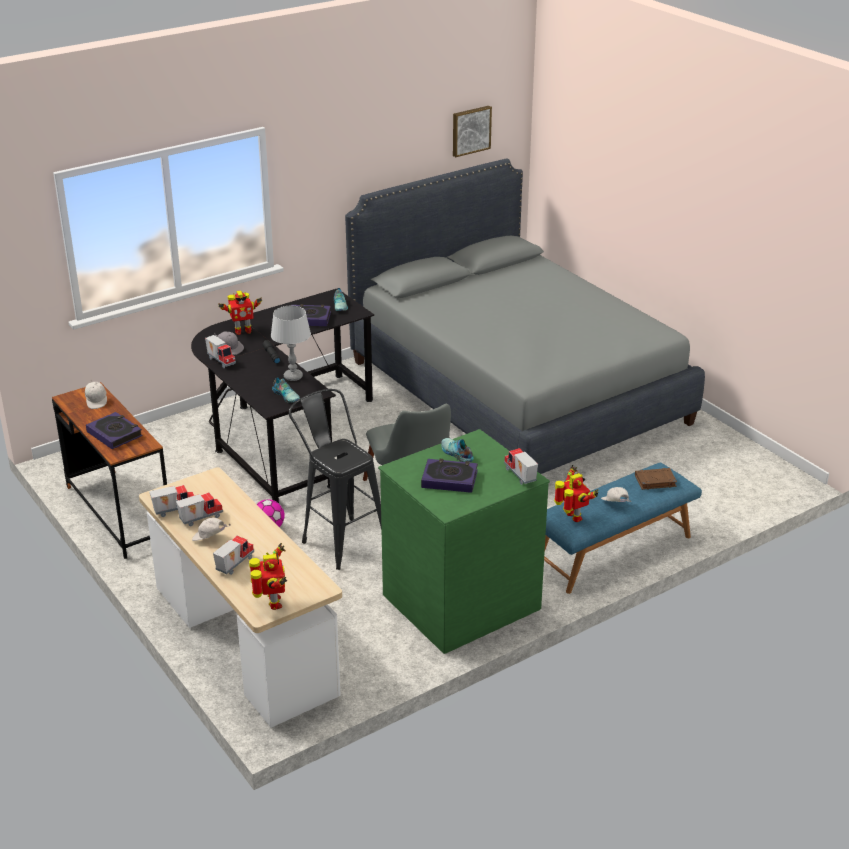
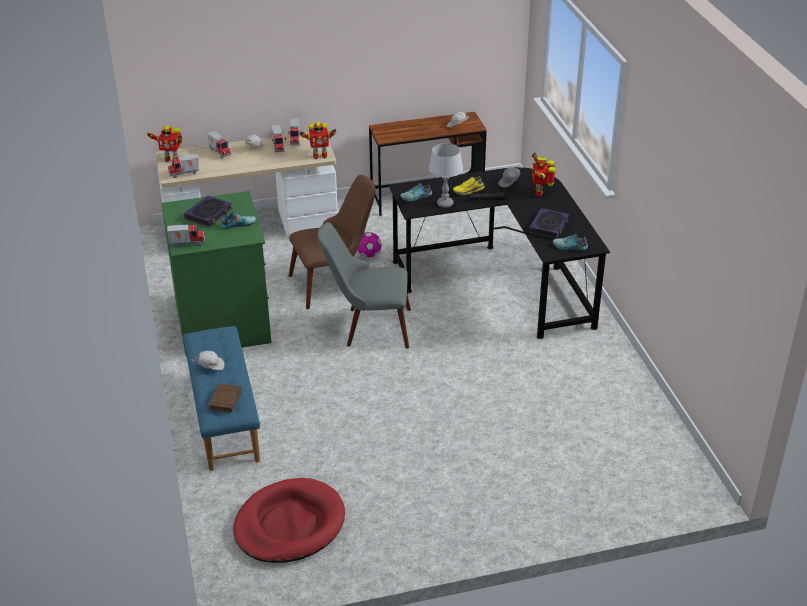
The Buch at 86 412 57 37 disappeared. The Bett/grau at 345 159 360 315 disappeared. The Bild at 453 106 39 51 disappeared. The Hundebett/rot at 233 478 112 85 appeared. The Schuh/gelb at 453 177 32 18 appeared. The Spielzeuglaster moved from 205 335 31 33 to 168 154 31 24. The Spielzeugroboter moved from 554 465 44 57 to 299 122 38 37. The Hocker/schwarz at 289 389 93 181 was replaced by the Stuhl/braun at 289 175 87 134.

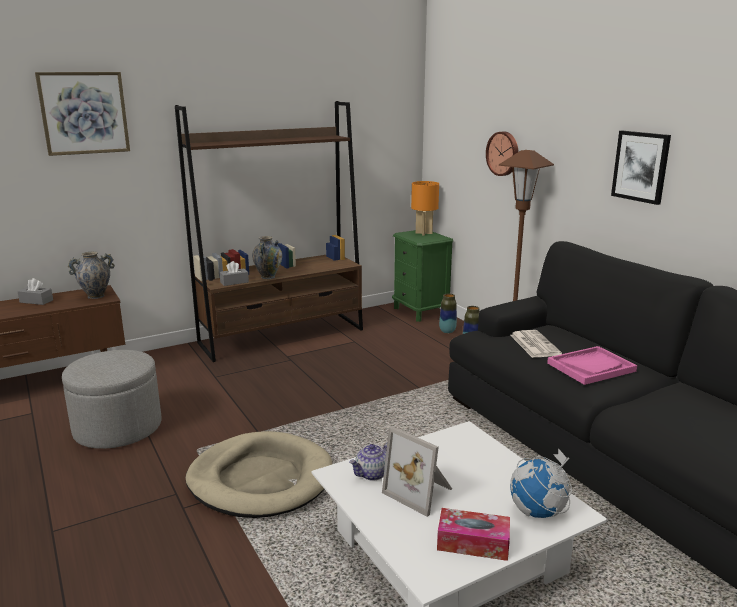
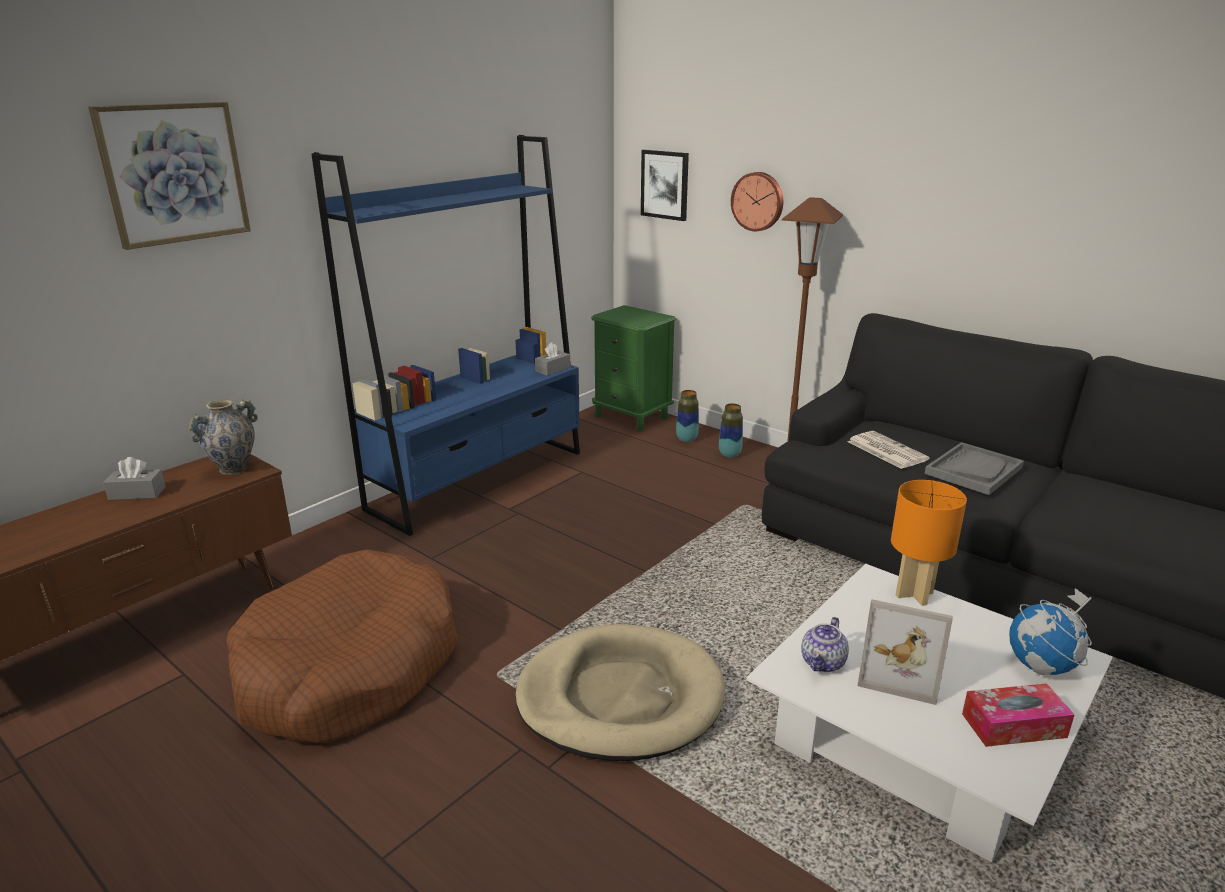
The Vase at 252 236 30 43 disappeared. The Taschentuchbox/grau moved from 219 261 30 25 to 535 342 35 34. The Tischlampe/orange moved from 411 181 28 54 to 891 480 76 126. The Bild moved from 611 131 60 74 to 641 150 48 71. The Polsterhocker/grau at 62 350 100 99 was replaced by the Hundebett/braun at 226 549 231 194. The Bücherregal/braun at 175 101 188 261 became the Bücherregal/blau at 311 135 269 401. The Tablett/rosa at 547 346 90 39 became the Tablett/grau at 925 442 99 53.

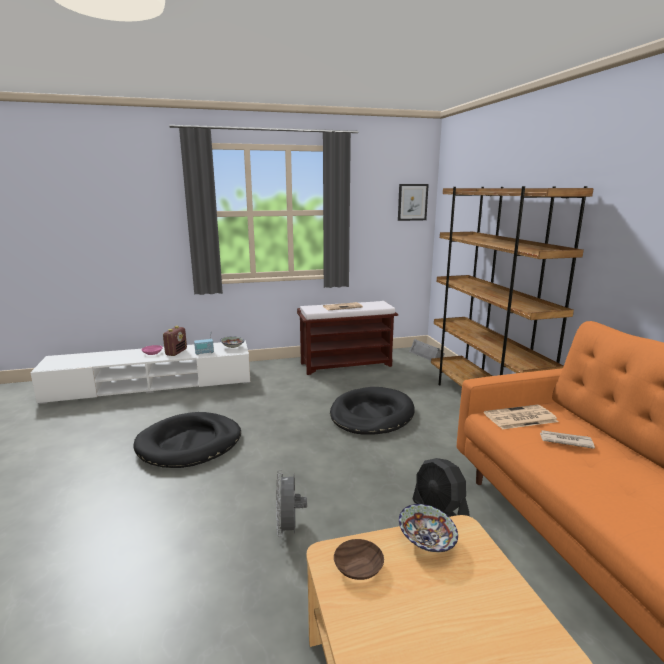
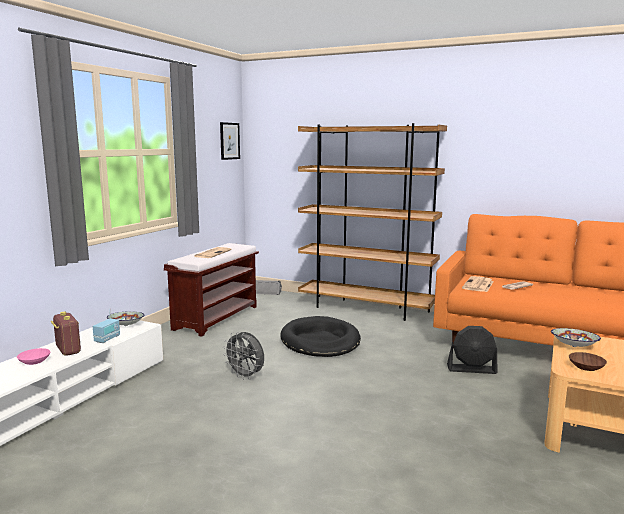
The Hundebett/schwarz at 133 412 108 56 disappeared. The Ventilator/grau moved from 276 470 31 68 to 223 332 41 48.

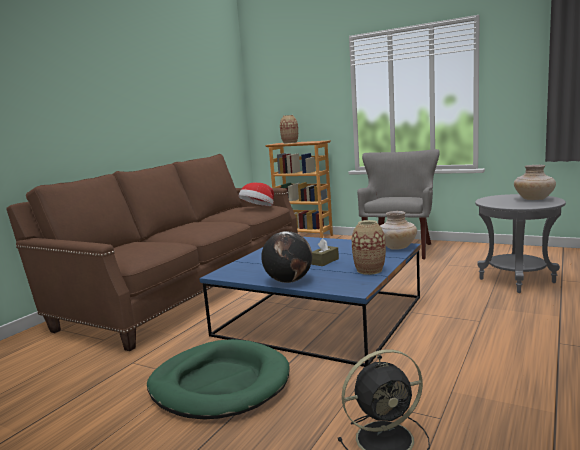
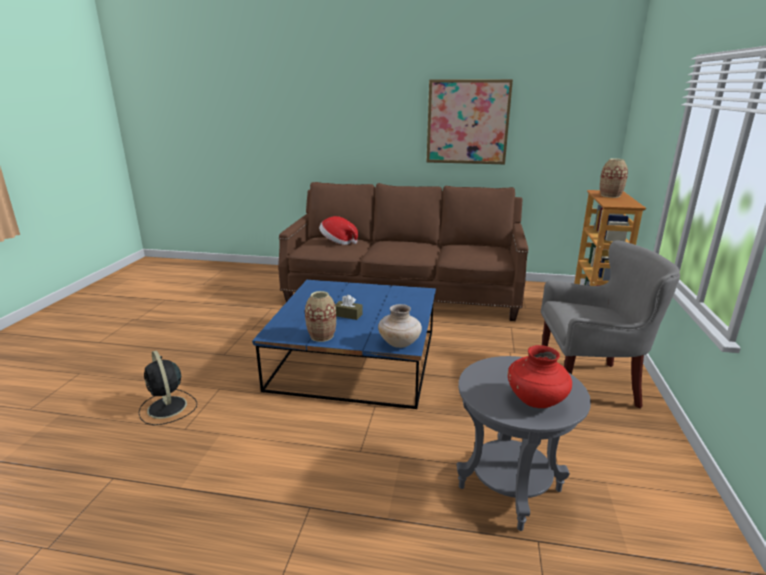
The Hundebett/grün at 147 339 143 81 disappeared. The Globus at 261 231 51 52 disappeared. The Bild at 427 79 86 85 appeared. The Hut moved from 239 183 35 23 to 319 216 39 29. The Vase/beige at 514 165 42 35 became the Vase/rot at 507 345 65 63.

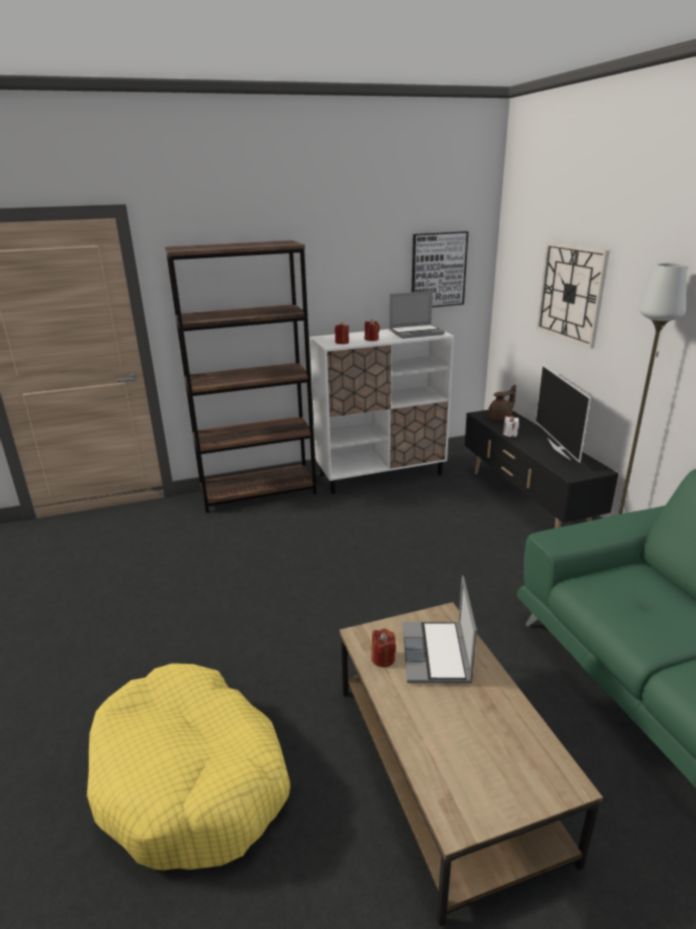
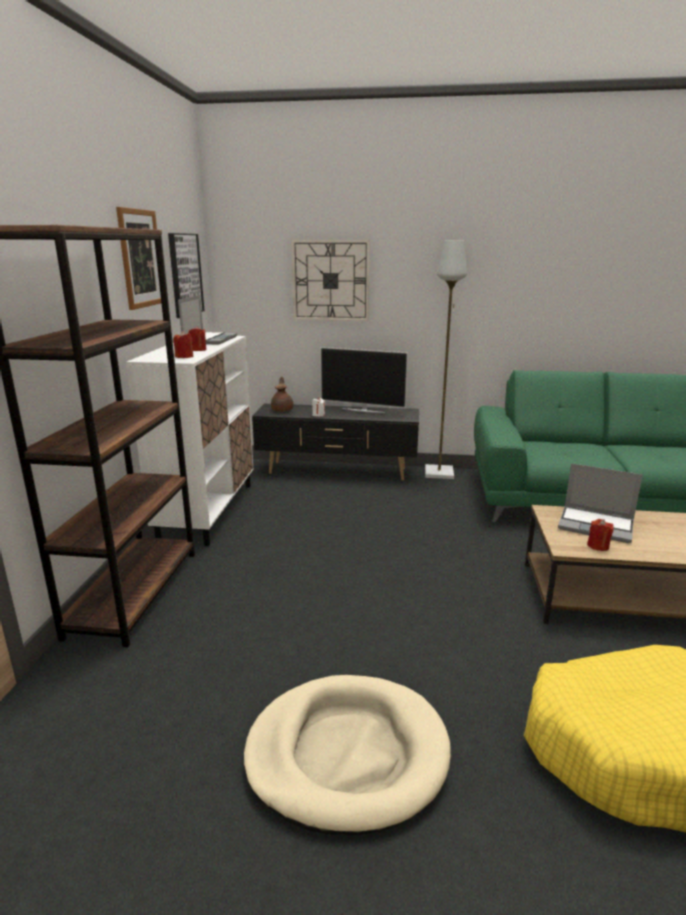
The Bild at 116 207 45 103 appeared. The Hundebett/beige at 244 675 207 160 appeared.

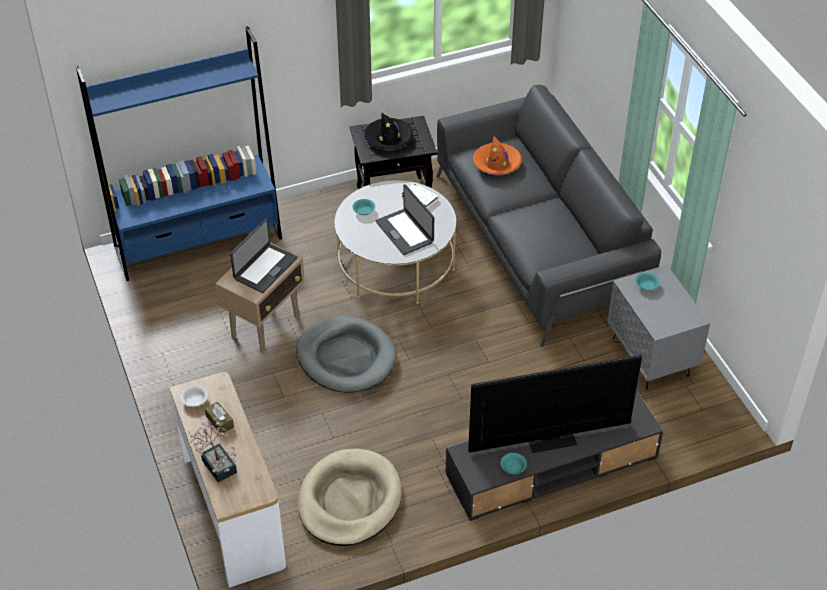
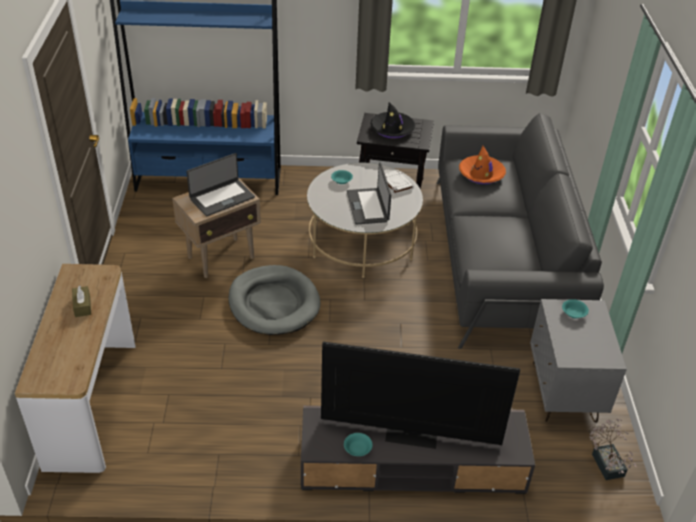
The Schüssel/weiß at 180 386 28 21 disappeared. The Hundebett/beige at 298 449 104 97 disappeared. The Topfpflanze moved from 187 418 54 64 to 589 419 48 61.

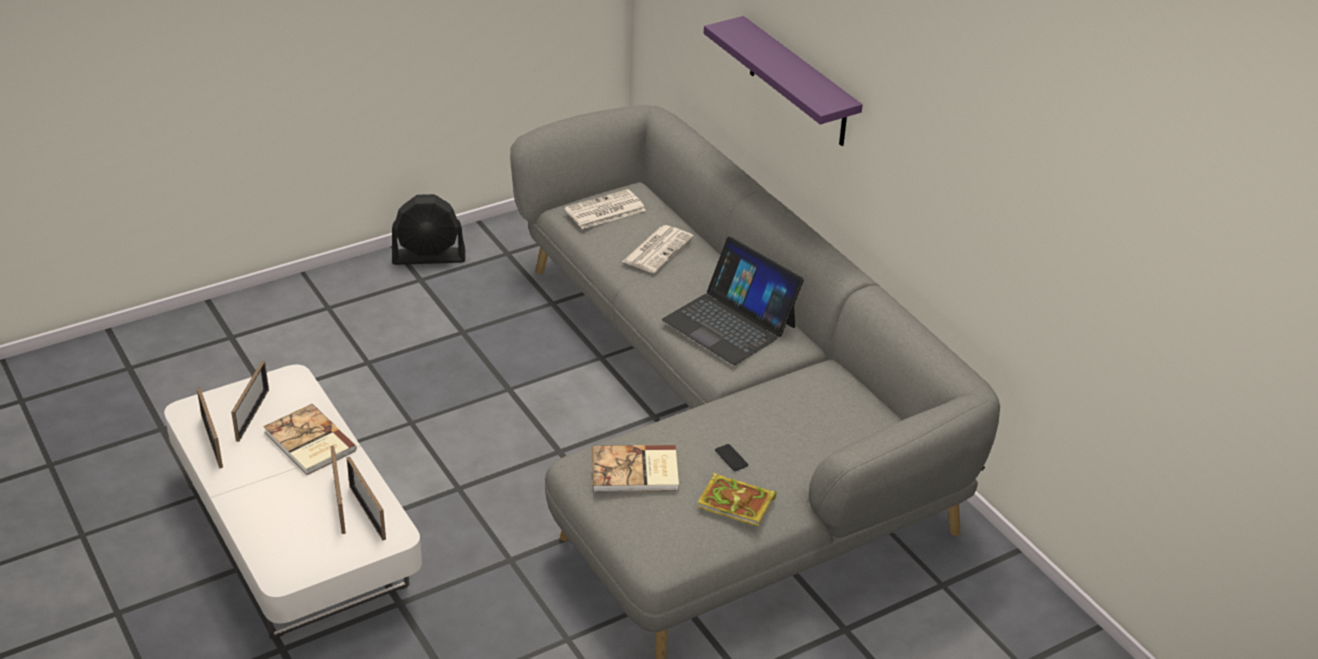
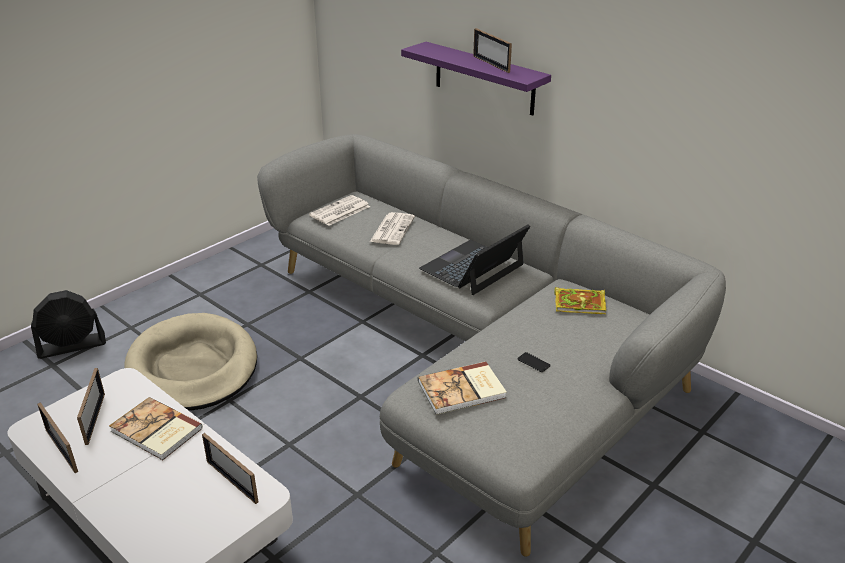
The Hundebett/beige at 124 313 133 98 appeared. The Bilderrahmen moved from 330 446 16 88 to 473 28 39 45. The Ventilator/schwarz moved from 392 194 73 71 to 31 290 75 69. The Buch moved from 698 472 78 54 to 554 287 53 27. The Laptop at 662 237 142 128 turned 105 degrees clockwise.

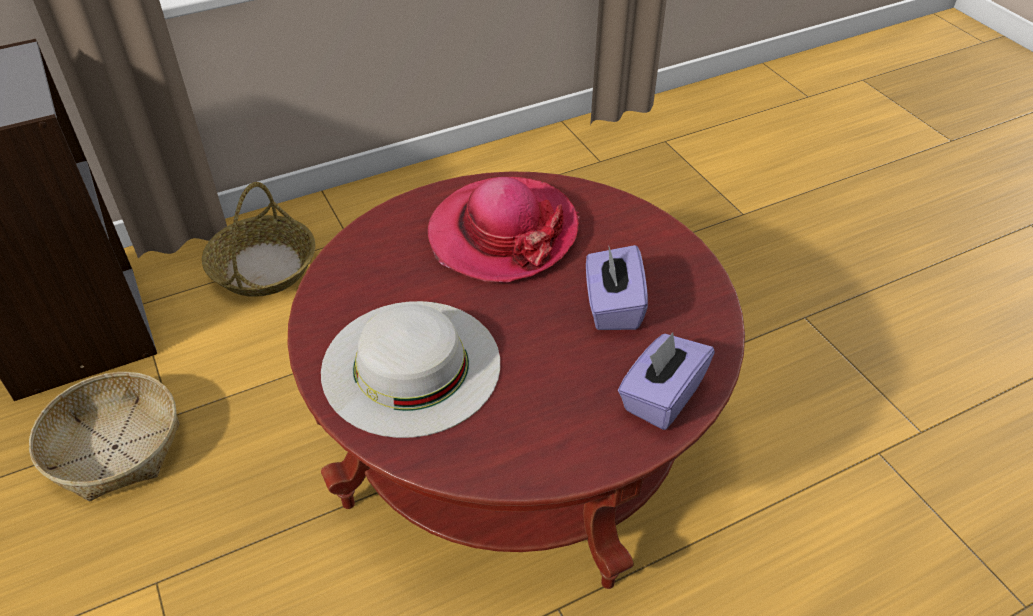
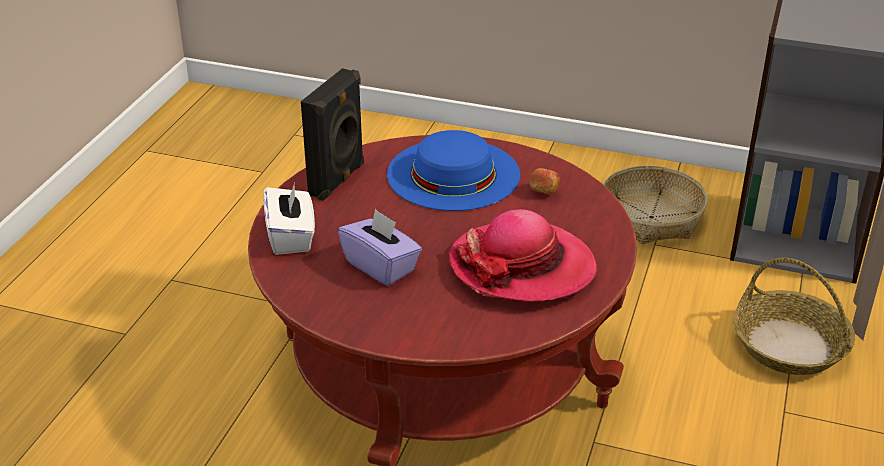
The Lautsprecher/schwarz at 301 68 63 133 appeared. The Apfel at 530 167 30 27 appeared. The Hut/weiß at 321 301 179 137 became the Hut/blau at 387 130 133 81. The Taschentuchbox/lila at 618 333 97 97 became the Taschentuchbox/weiß at 263 183 52 72.

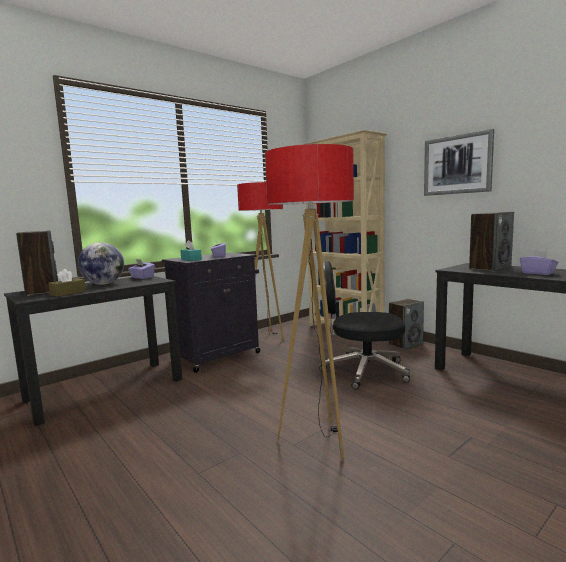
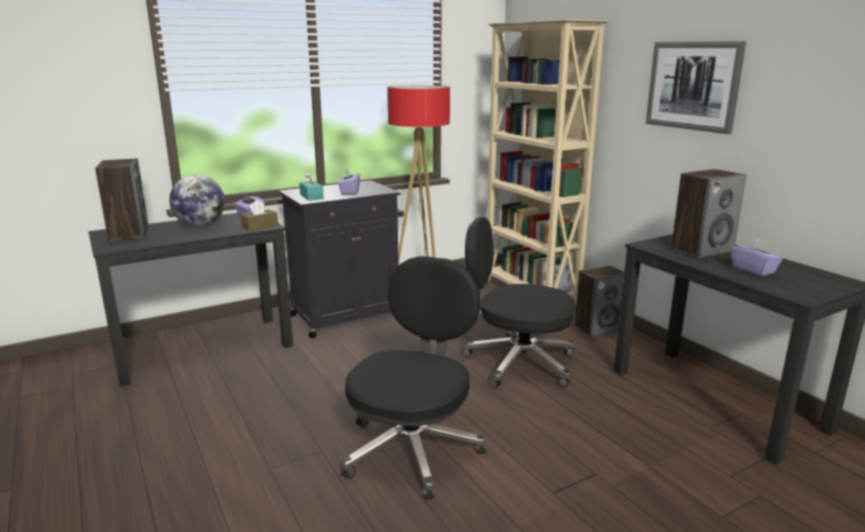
The Taschentuchbox/braun moved from 48 269 38 28 to 241 200 37 31. The Stehlampe at 265 144 89 315 was replaced by the Bürostuhl/schwarz at 341 256 145 243.

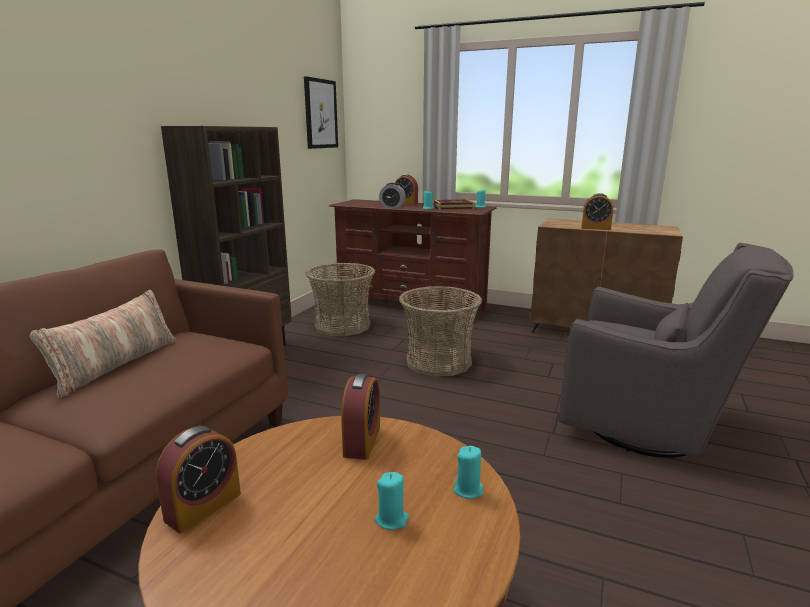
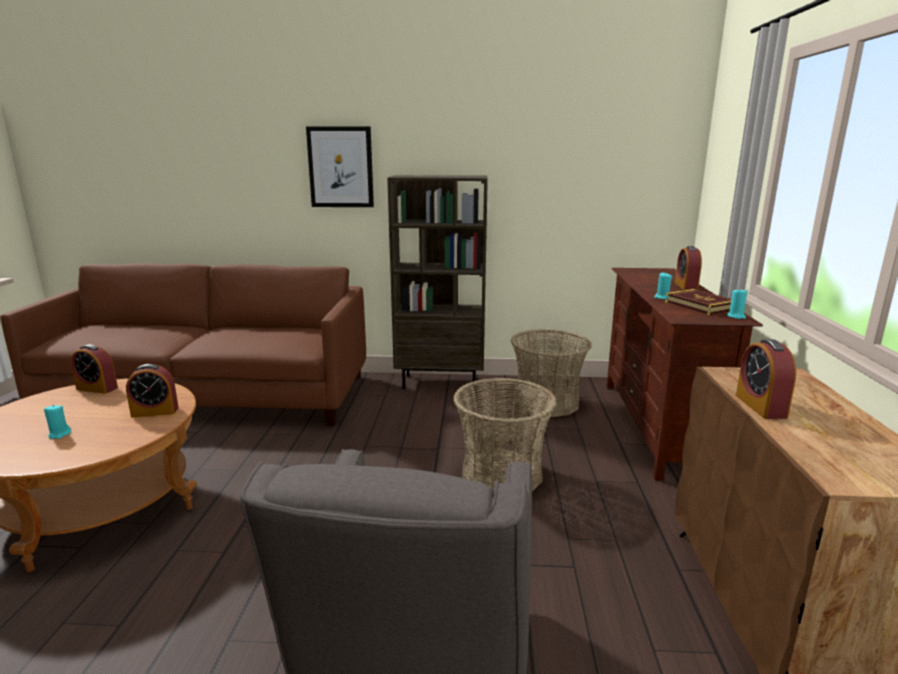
The Kissen at 30 290 146 108 disappeared. The Wecker at 379 183 27 25 disappeared. The Kerze/türkis at 453 446 31 53 disappeared. The Bild moved from 304 76 34 73 to 306 126 68 81.

